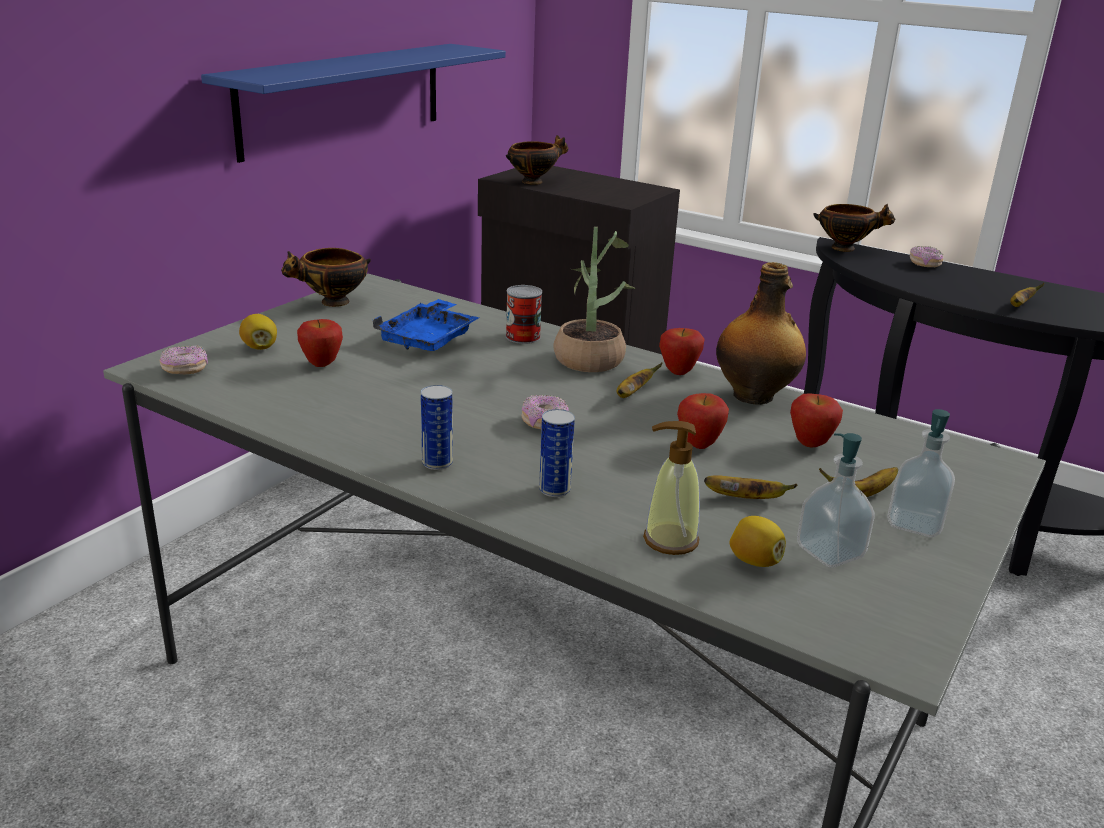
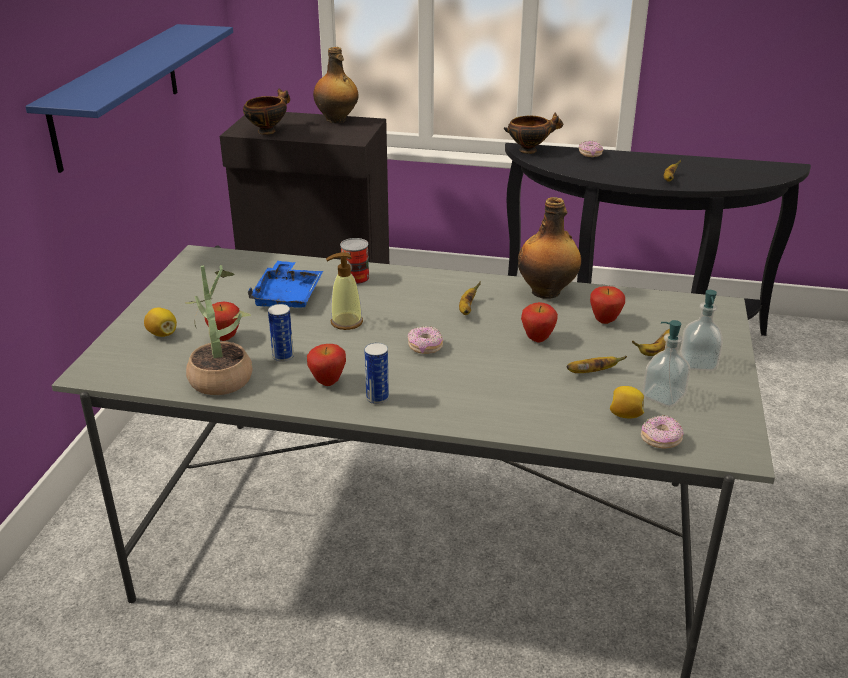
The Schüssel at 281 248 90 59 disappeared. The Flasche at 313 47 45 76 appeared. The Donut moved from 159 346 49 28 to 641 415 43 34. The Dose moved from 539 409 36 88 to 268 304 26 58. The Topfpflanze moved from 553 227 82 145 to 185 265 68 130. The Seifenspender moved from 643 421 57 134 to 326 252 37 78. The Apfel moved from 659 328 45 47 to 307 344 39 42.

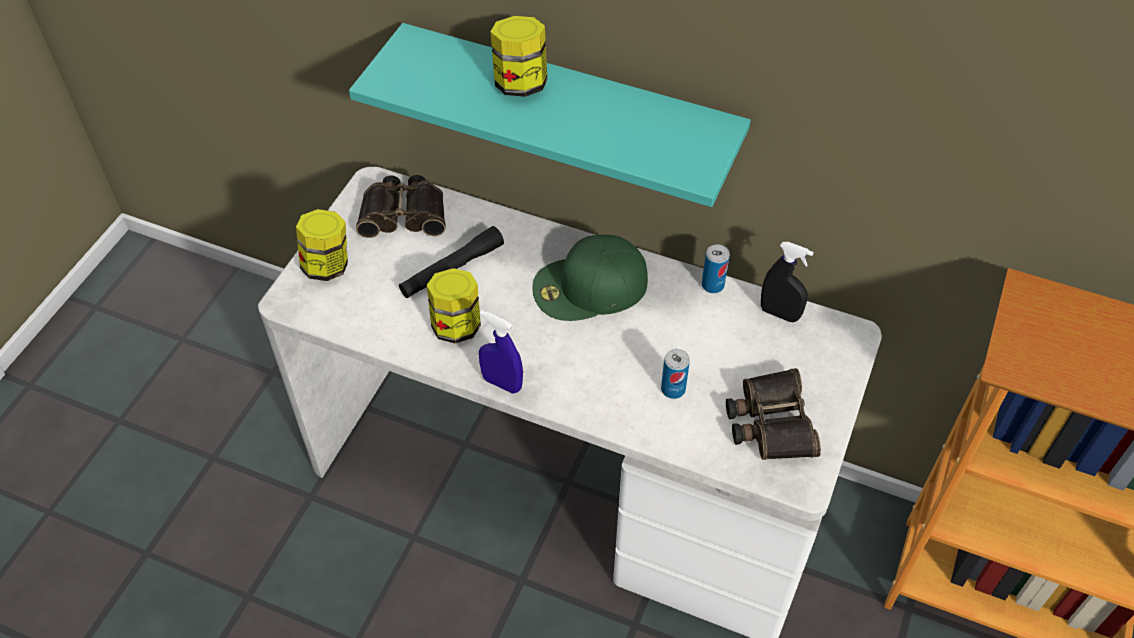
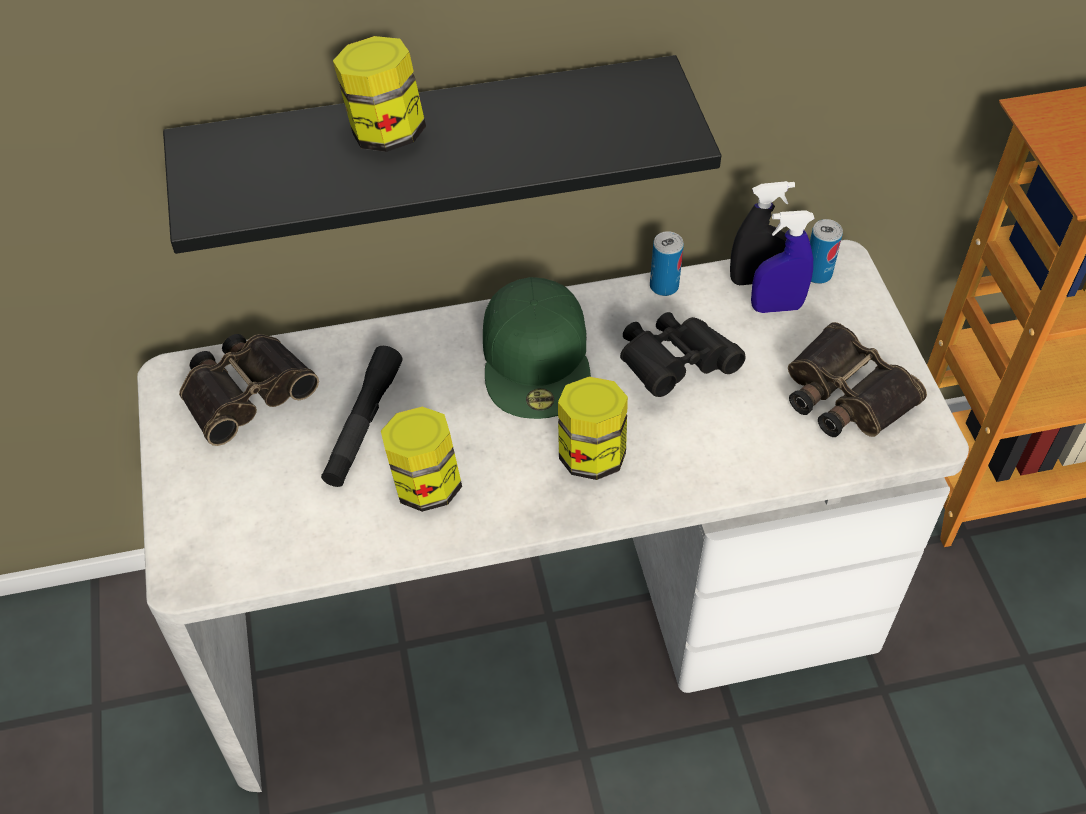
The Fernglas/schwarz at 620 312 126 85 appeared. The Vorratsglas moved from 296 209 52 72 to 558 377 70 103. The Sprühflasche/blau moved from 479 310 44 84 to 751 210 64 103. The Dose moved from 661 349 29 50 to 810 219 33 65. The Wandregal/türkis at 349 23 401 184 became the Wandregal/schwarz at 163 55 558 199. The Kappe/grün at 532 235 116 86 turned 45 degrees counterclockwise.

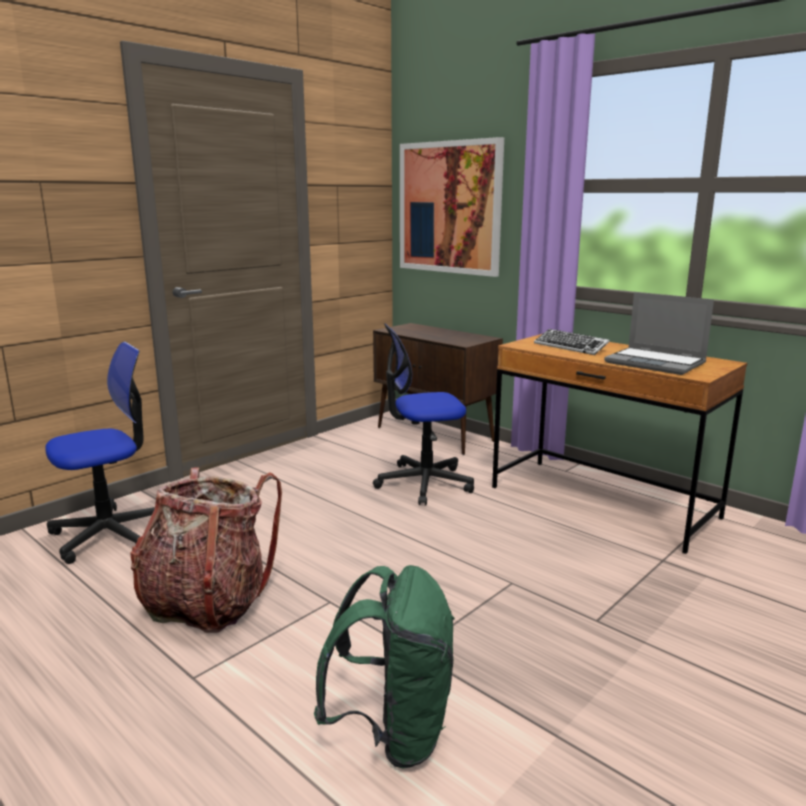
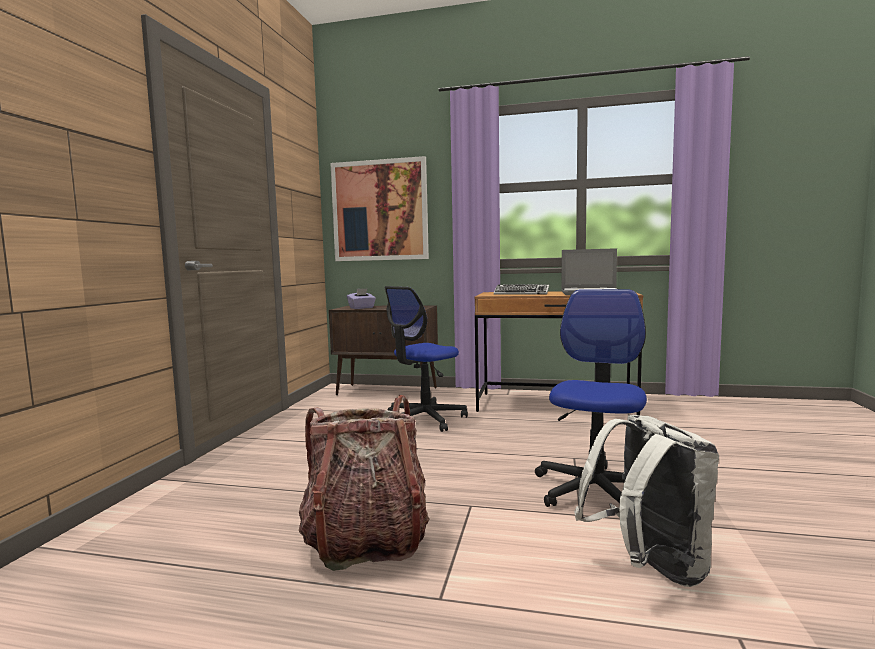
The Taschentuchbox/lila at 347 288 29 21 appeared. The Bürostuhl moved from 45 342 110 222 to 535 289 112 218. The Rucksack/grün at 314 565 141 203 became the Rucksack/weiß at 574 415 145 172.

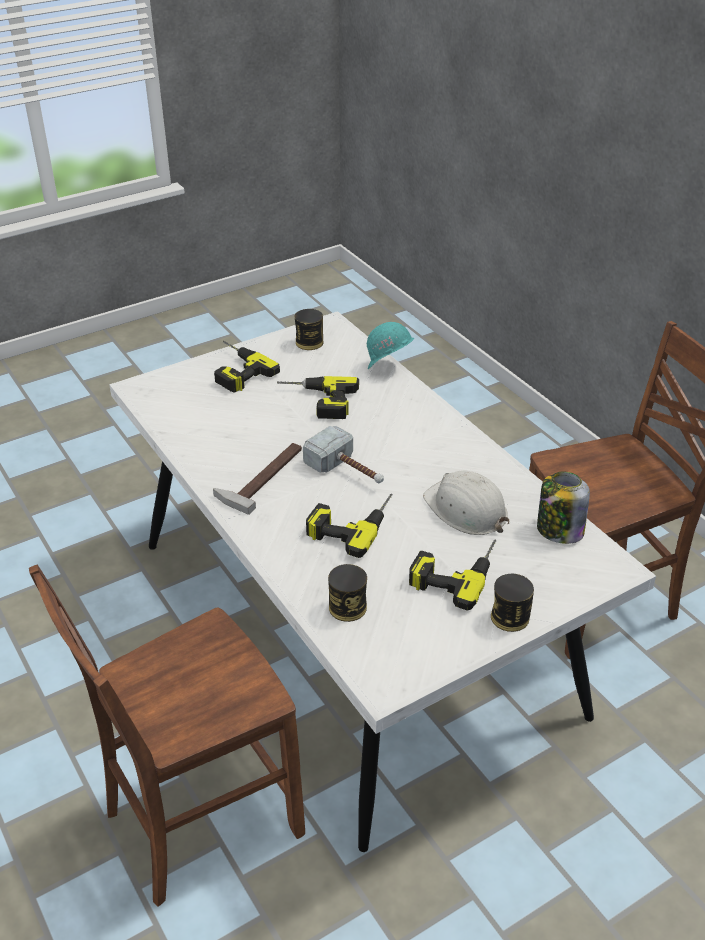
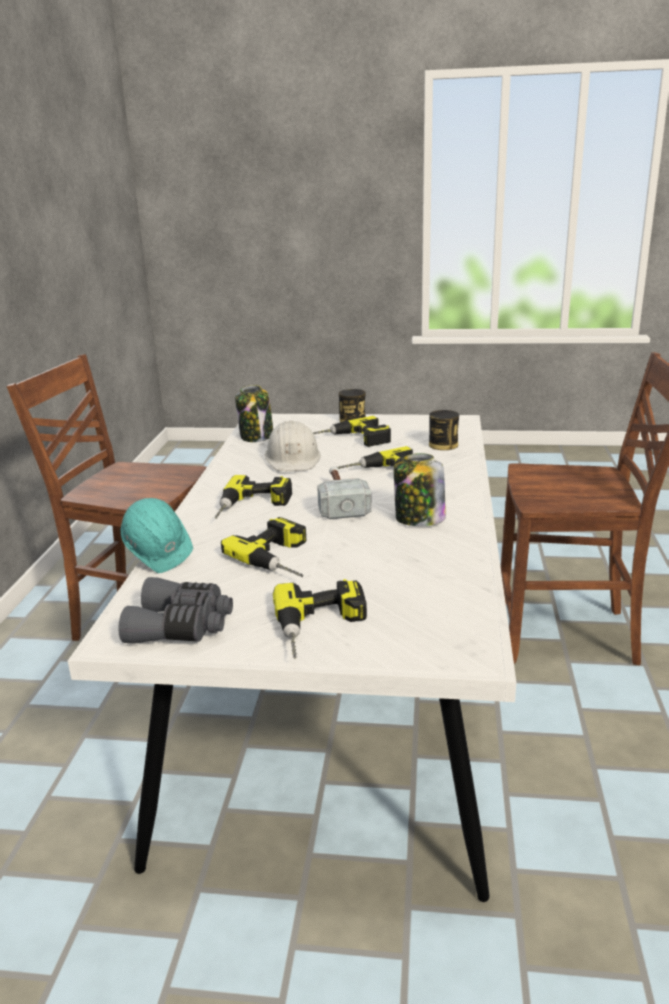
The Bohrmaschine at 214 475 78 44 appeared. The Hammer at 213 443 89 72 was replaced by the Vorratsglas at 394 453 52 73. The Dose at 295 309 28 41 was replaced by the Fernglas/grau at 118 577 115 67.

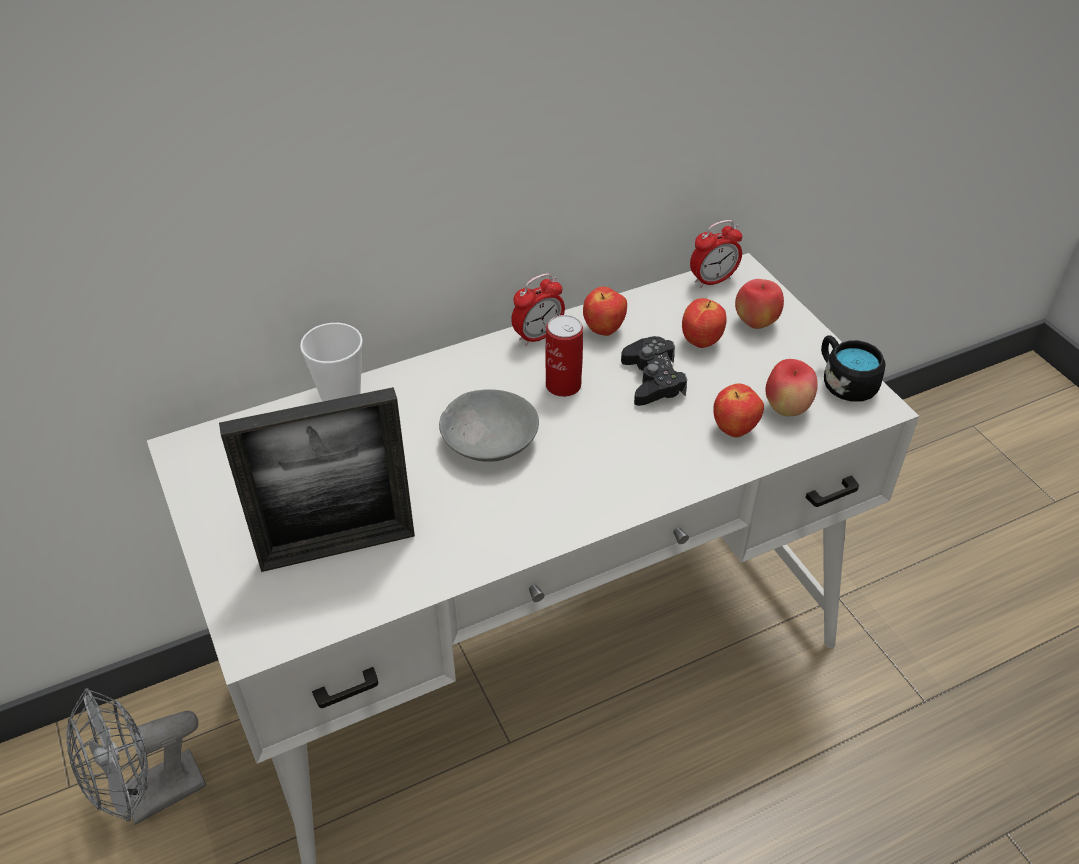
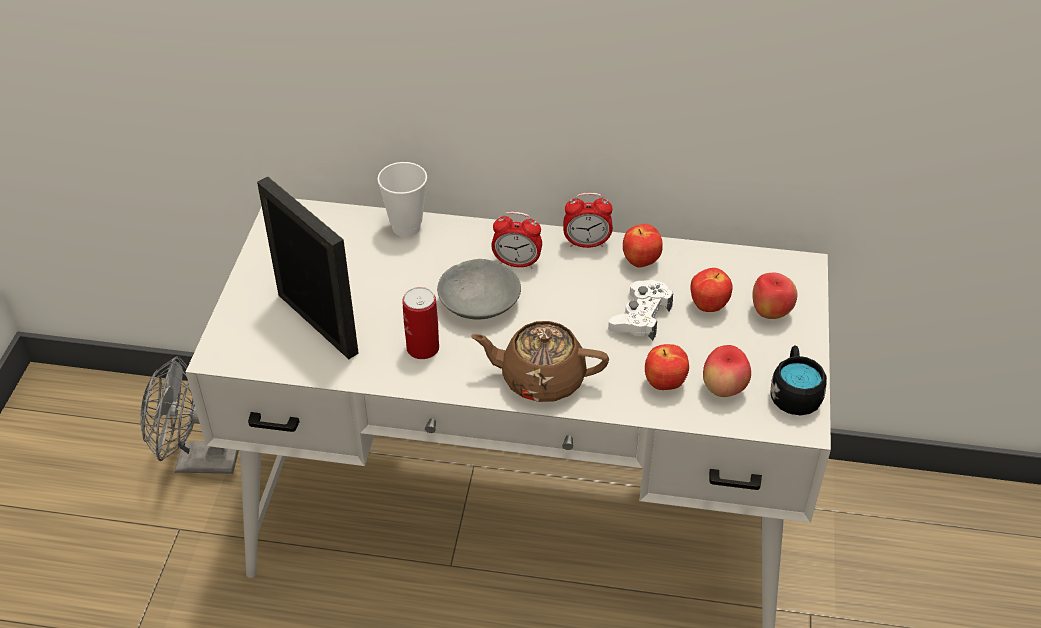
The Teekanne/braun at 471 321 138 81 appeared. The Dose moved from 545 315 38 82 to 402 287 37 72. The Wecker moved from 690 220 52 68 to 491 212 51 56. The Gamepad/schwarz at 621 336 66 70 became the Gamepad/weiß at 608 280 65 61. The Bilderrahmen at 219 387 196 185 turned 150 degrees counterclockwise.

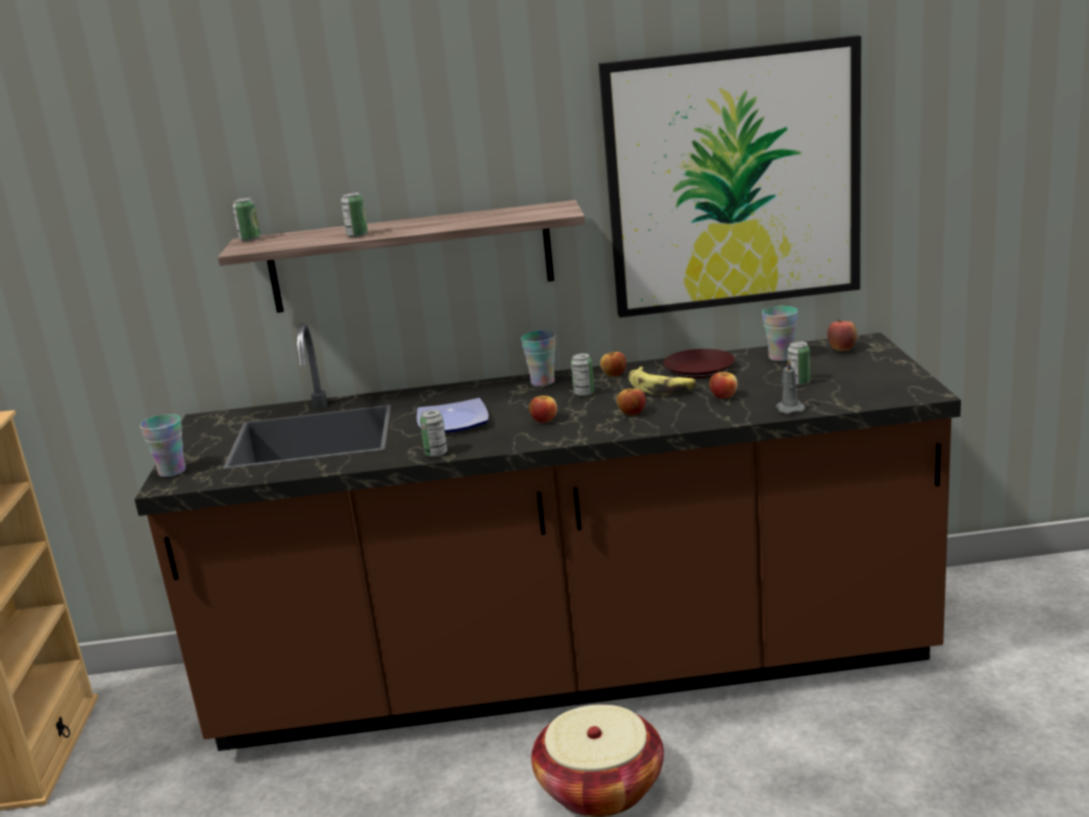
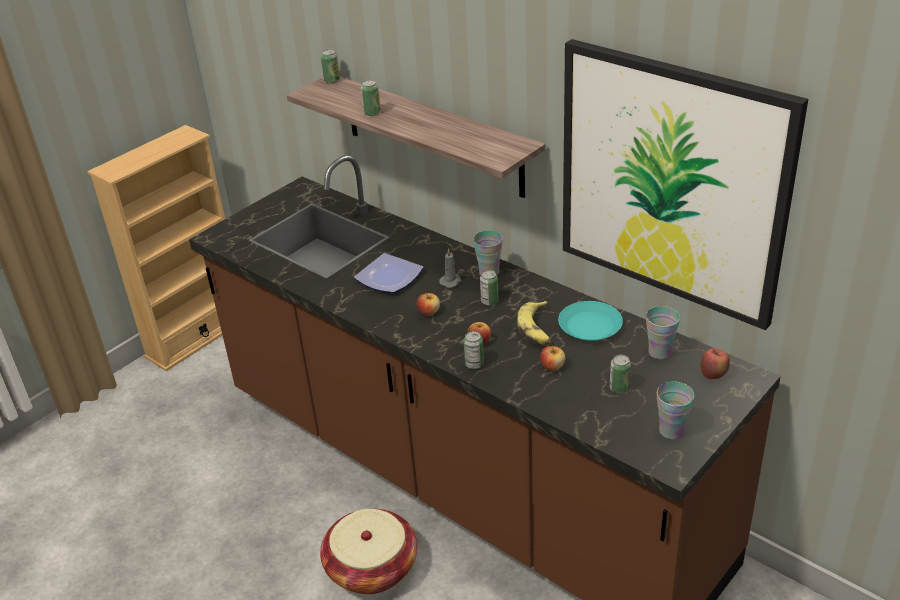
The Apfel at 600 352 26 25 disappeared. The Tasse moved from 140 414 46 63 to 657 381 37 58. The Dose moved from 420 410 27 47 to 463 331 21 38. The Kerze/grau moved from 776 359 30 55 to 439 248 23 40. The Teller/braun at 663 349 72 29 became the Teller/türkis at 558 301 65 40.

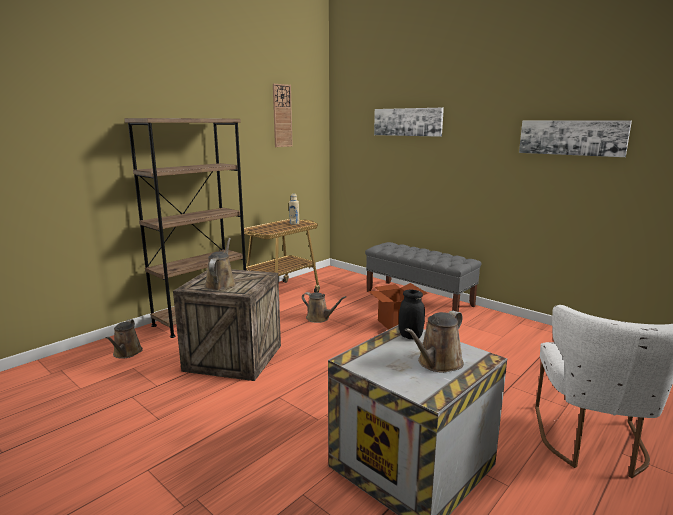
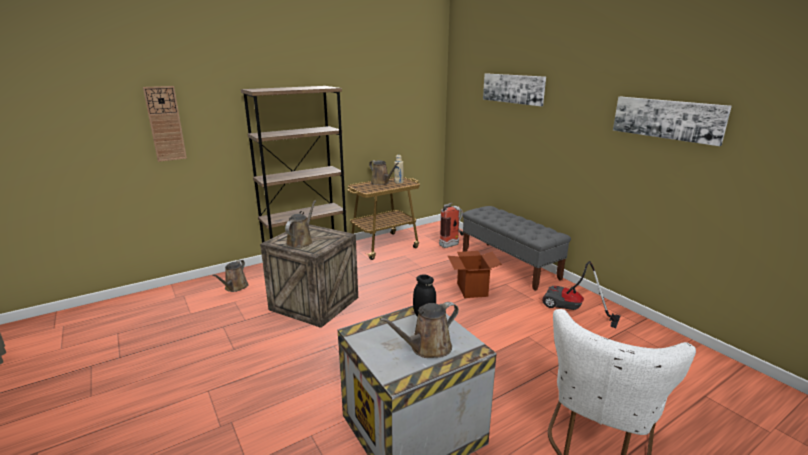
The Feuerlöscher at 439 203 25 45 appeared. The Staubsauger at 543 261 78 67 appeared. The Wanduhr moved from 273 84 20 63 to 143 86 44 76. The Gießkanne/braun moved from 302 292 44 31 to 369 160 30 25.

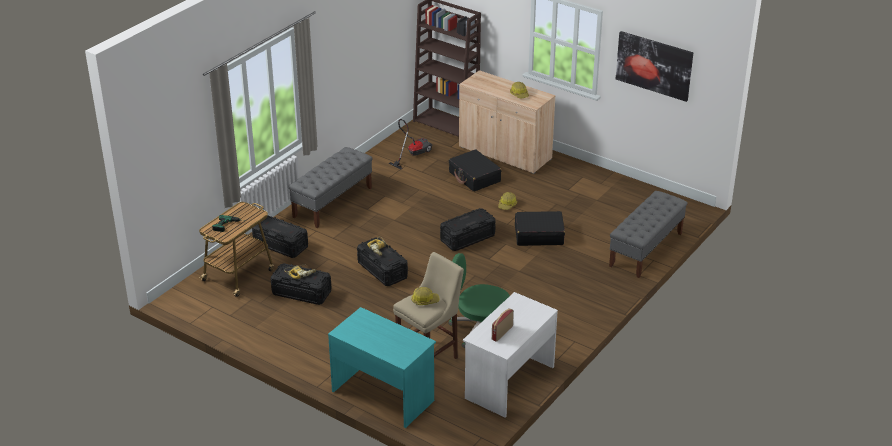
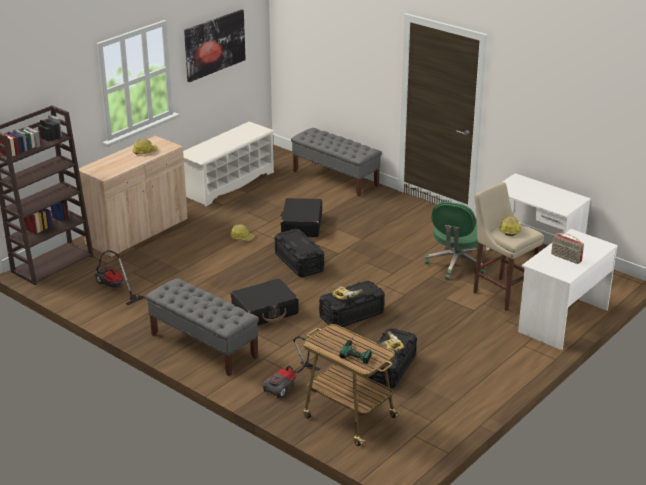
The Schuhregal/weiß at 183 121 91 85 appeared. The Koffer/schwarz moved from 449 149 52 43 to 231 279 68 46. The Radio moved from 492 308 22 34 to 551 233 33 31. The Aufbewahrungsbox/schwarz at 252 216 56 42 was replaced by the Staubsauger at 262 336 58 63. The Schreibtisch/türkis at 328 307 108 121 became the Schreibtisch/weiß at 518 229 100 121.

